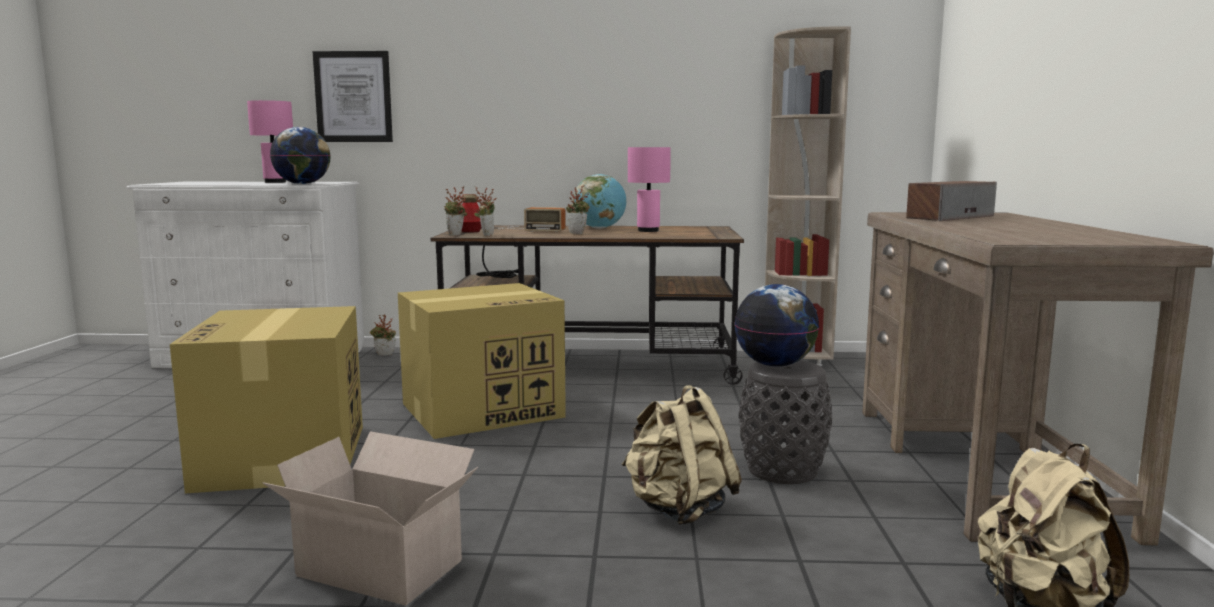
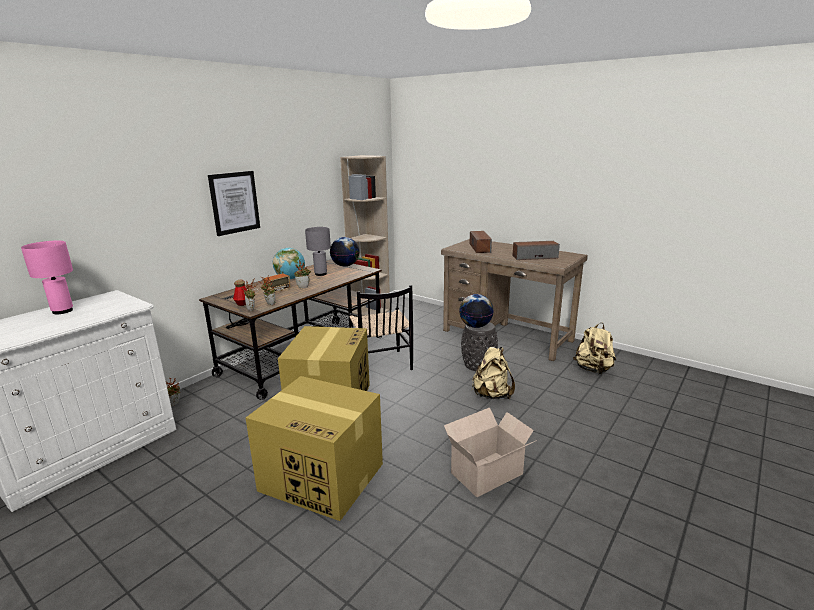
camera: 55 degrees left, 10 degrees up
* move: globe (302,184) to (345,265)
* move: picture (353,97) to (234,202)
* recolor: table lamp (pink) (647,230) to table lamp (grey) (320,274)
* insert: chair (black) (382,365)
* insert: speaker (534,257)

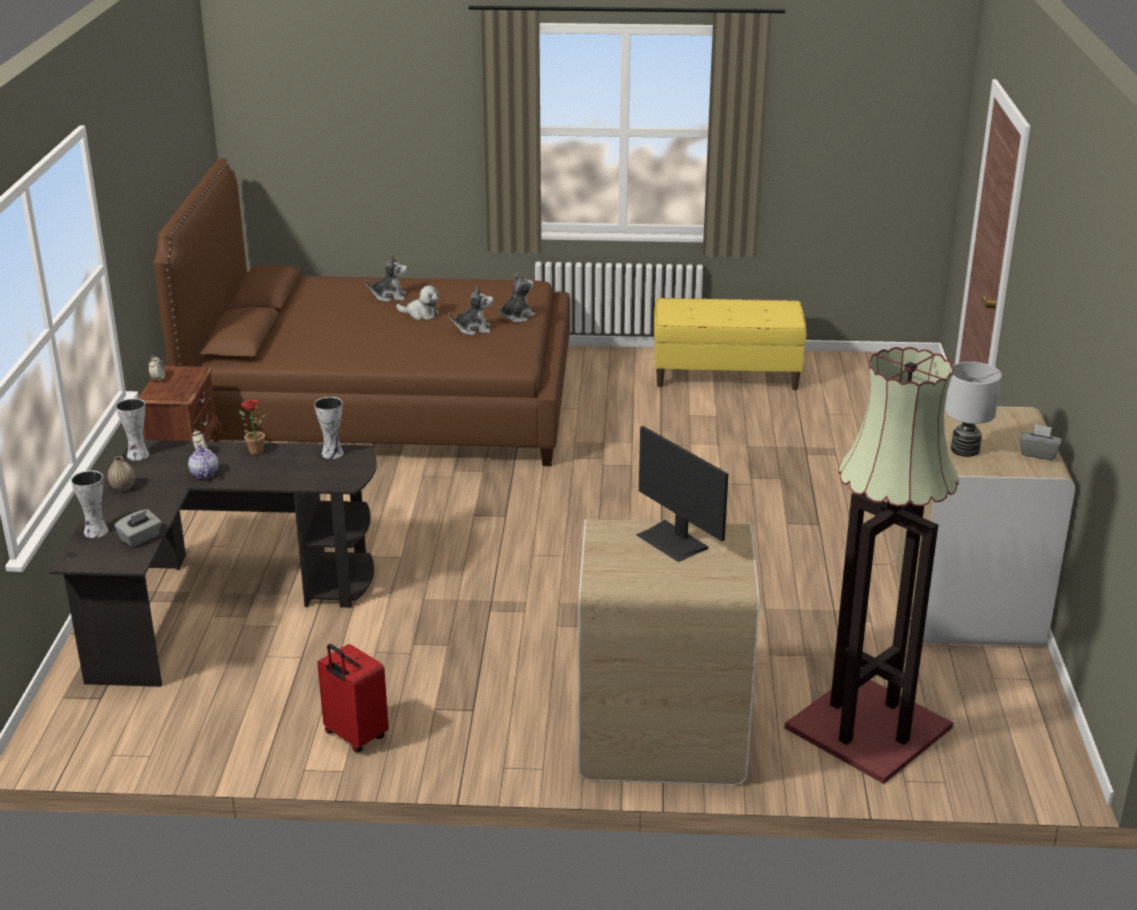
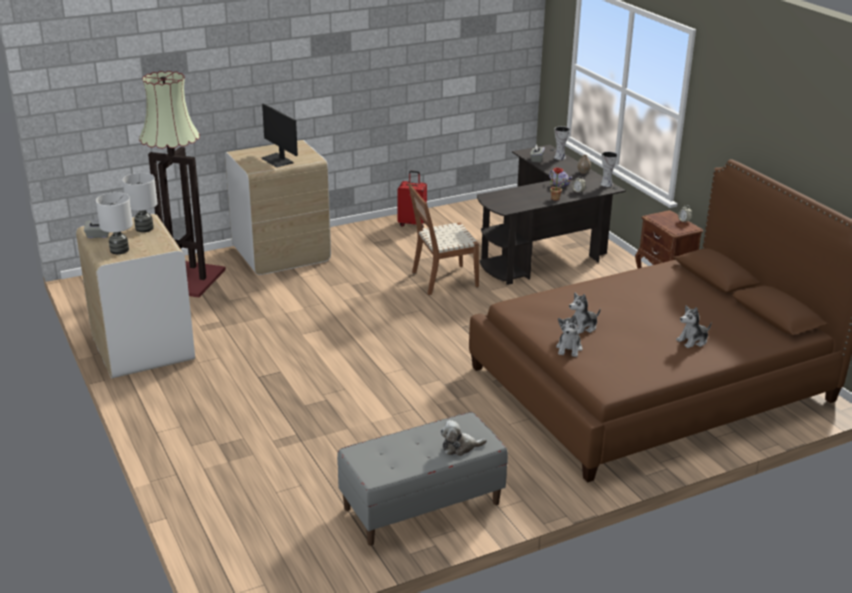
camera: 150 degrees right, 0 degrees up
* delete: vase (333,453)
* move: plush toy (420,314) to (460,447)
* rotate: monitor (673,541) = (277,160) 150 degrees counterclockwise
* recolor: bench (yellow) (726,375) to bench (grey) (422,506)
* insert: table lamp (grey) (119,250)
* insert: chair (441,280)

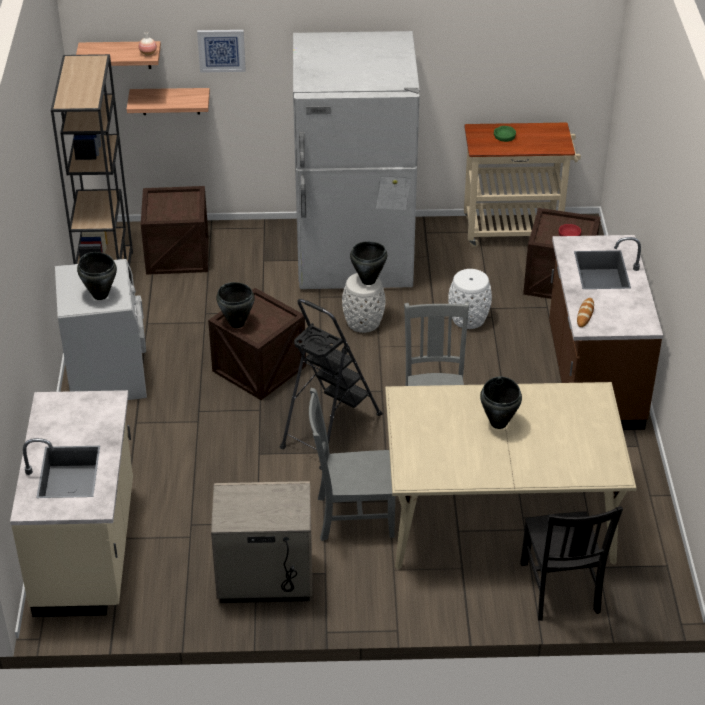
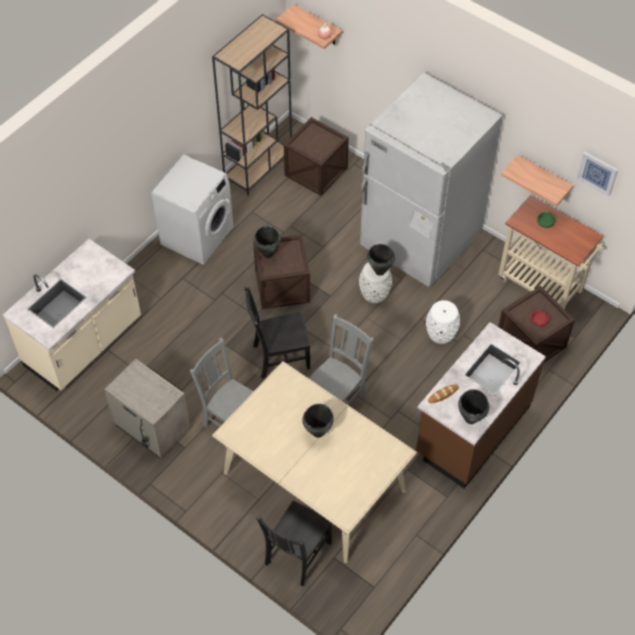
camera: 40 degrees right, 15 degrees up
* move: cooking pot (black) (100,295) to (471,418)
* move: shelf (170,101) to (543,177)
* move: picture (221,50) to (597,173)
* replace: step ladder (330,431) to chair (black) (279,357)

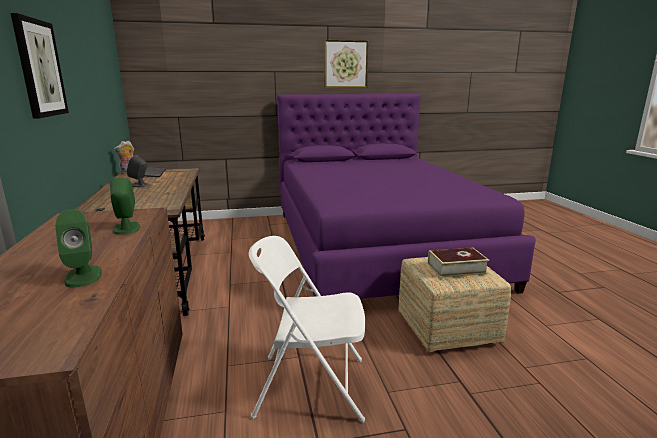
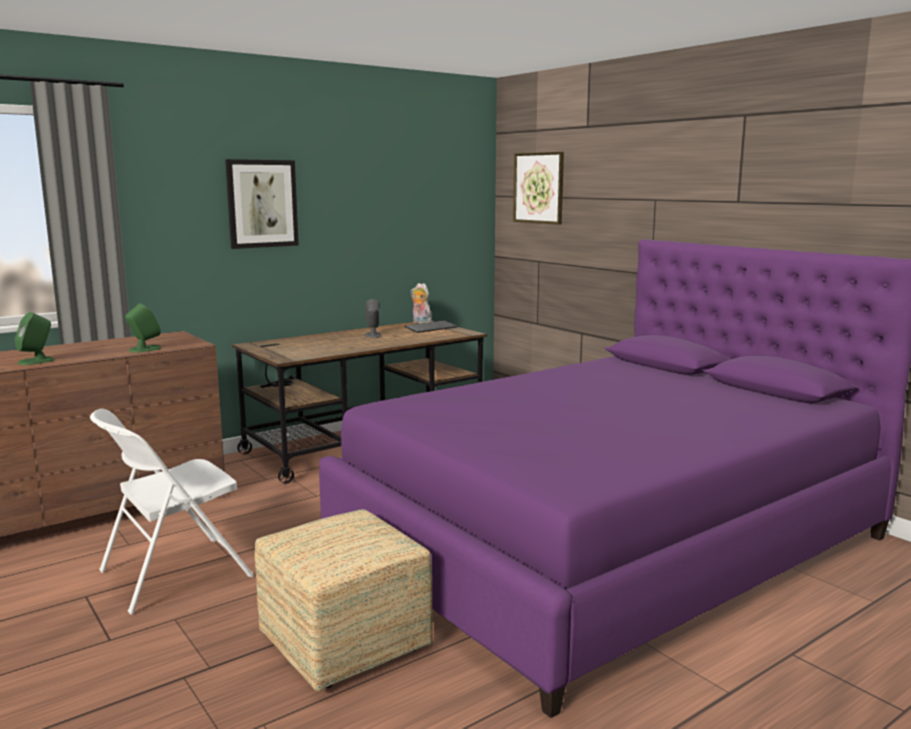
camera: 65 degrees right, 5 degrees down
* rotate: chair (white) (311,386) = (175,573) 105 degrees counterclockwise
* move: picture (345,64) to (538,188)
* delete: book (456,268)

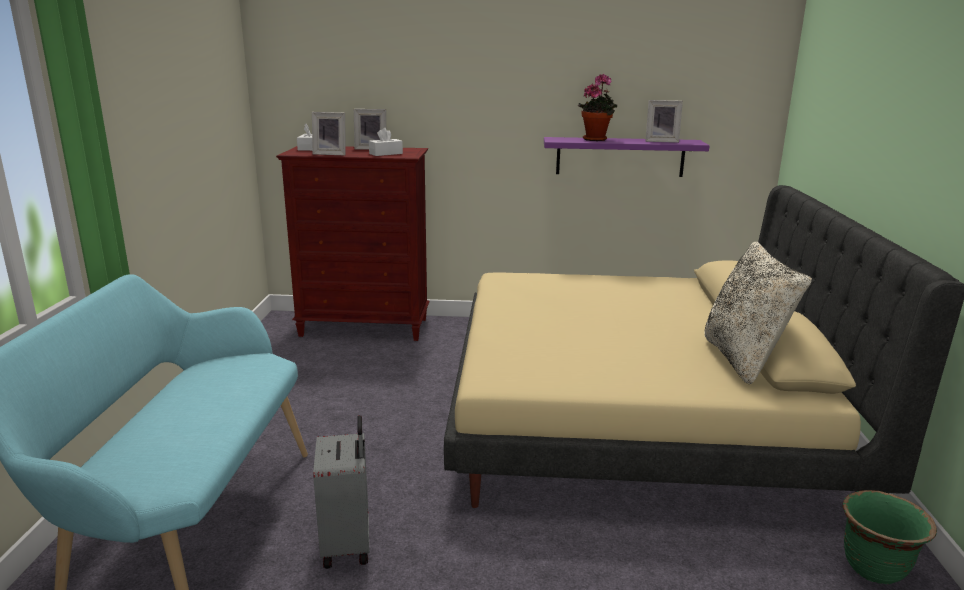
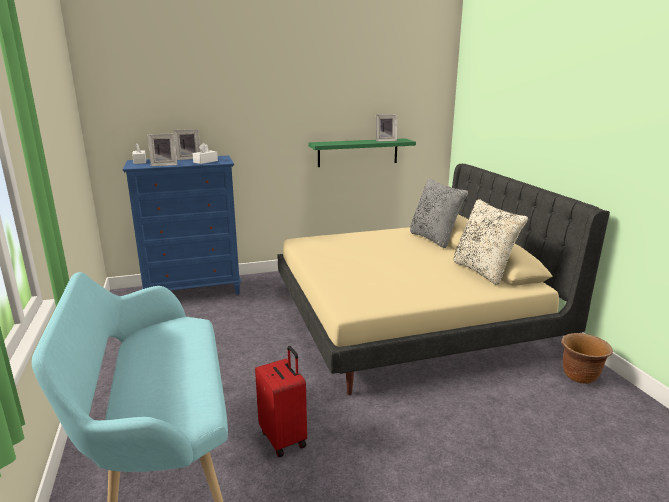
camera: 20 degrees left, 0 degrees up
* recolor: dresser (red) (365,327) to dresser (blue) (194,291)
* recolor: suitcase (grey) (348,545) to suitcase (red) (284,438)
* recolor: shelf (purple) (620,157) to shelf (green) (358,152)
* delete: potted plant (596,139)
* recolor: planter (green) (875,568) to planter (brown) (580,376)
* insert: pillow (grey) (434,240)

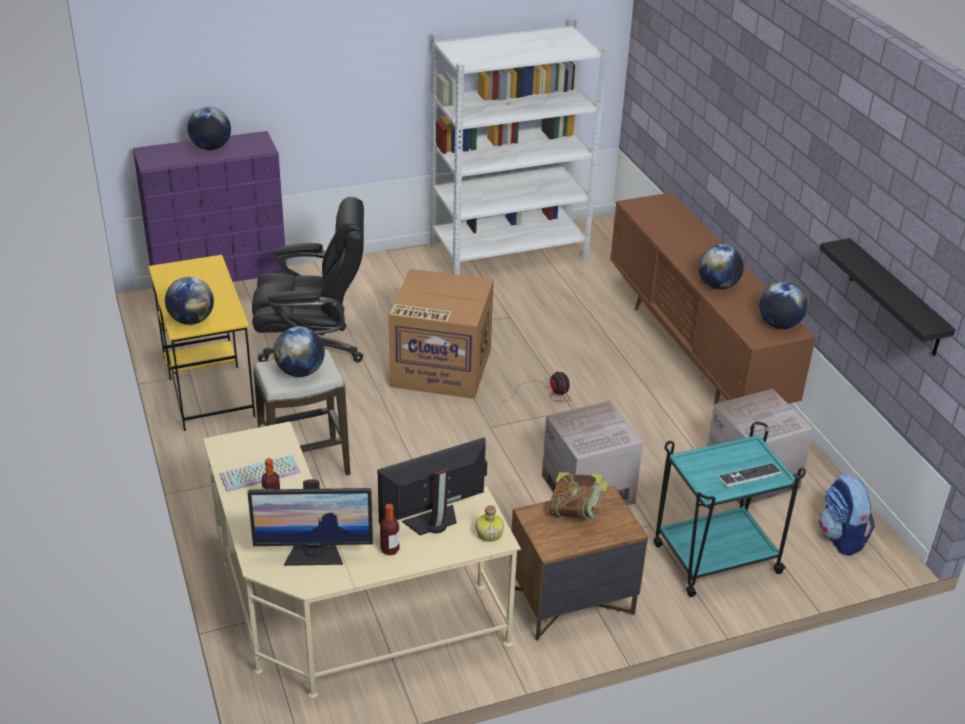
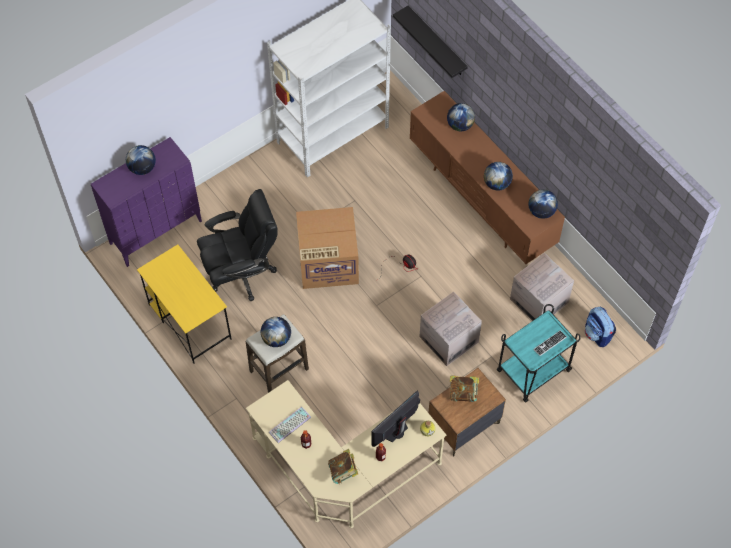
camera: 15 degrees left, 25 degrees up
* move: globe (191,320) to (460,125)
* replace: monitor (314,554) to book (343,472)
* move: shelf (black) (895,298) to (437,42)

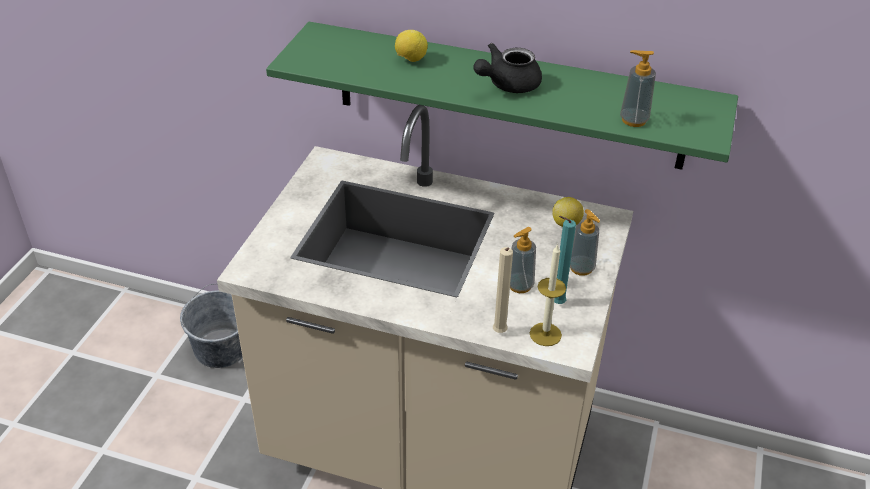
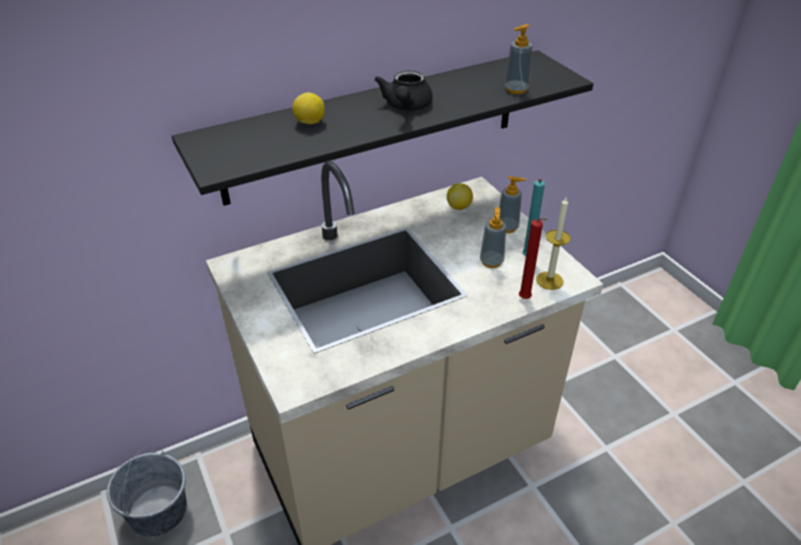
camera: 45 degrees left, 0 degrees up
* recolor: shelf (green) (509,96) to shelf (black) (375,126)
* recolor: candle (beige) (499,333) to candle (red) (525,300)

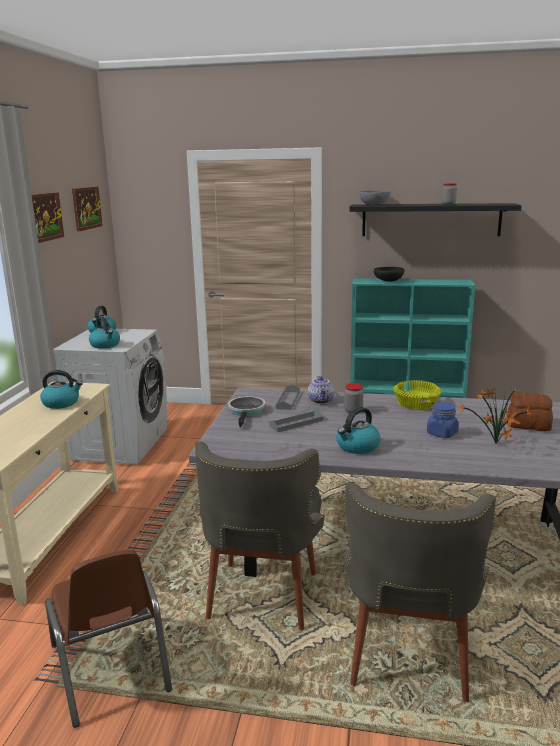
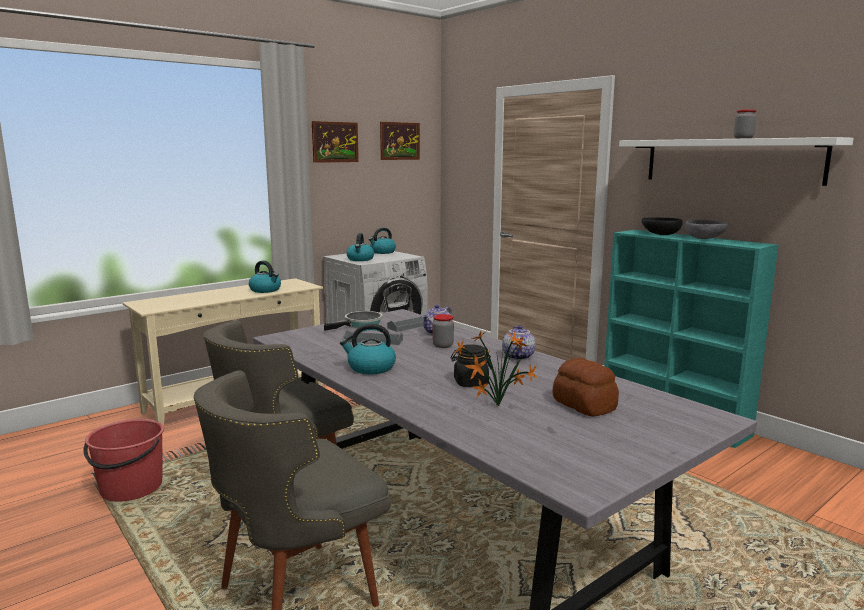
camera: 40 degrees right, 5 degrees down
* replace: chair (brown) (110,667) to bucket (red) (131,488)
* recolor: shelf (black) (430,220) to shelf (white) (731,161)
* move: bowl (grey) (375,204) to (705,239)
* replace: bowl (yellow) (416,403) to teapot (517,356)
* recolor: jar (blue) (442,433) to jar (black) (470,383)

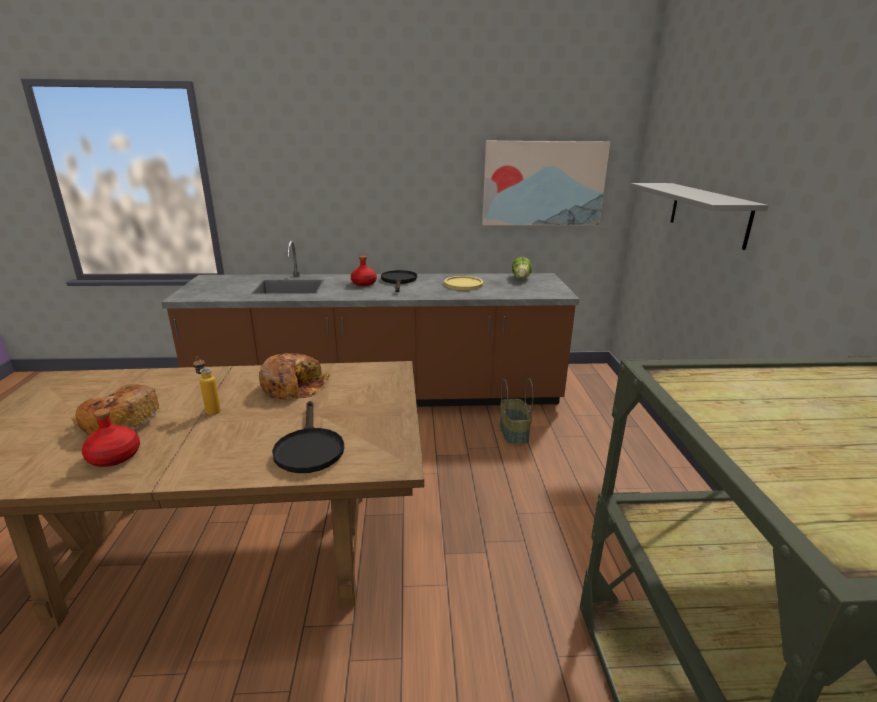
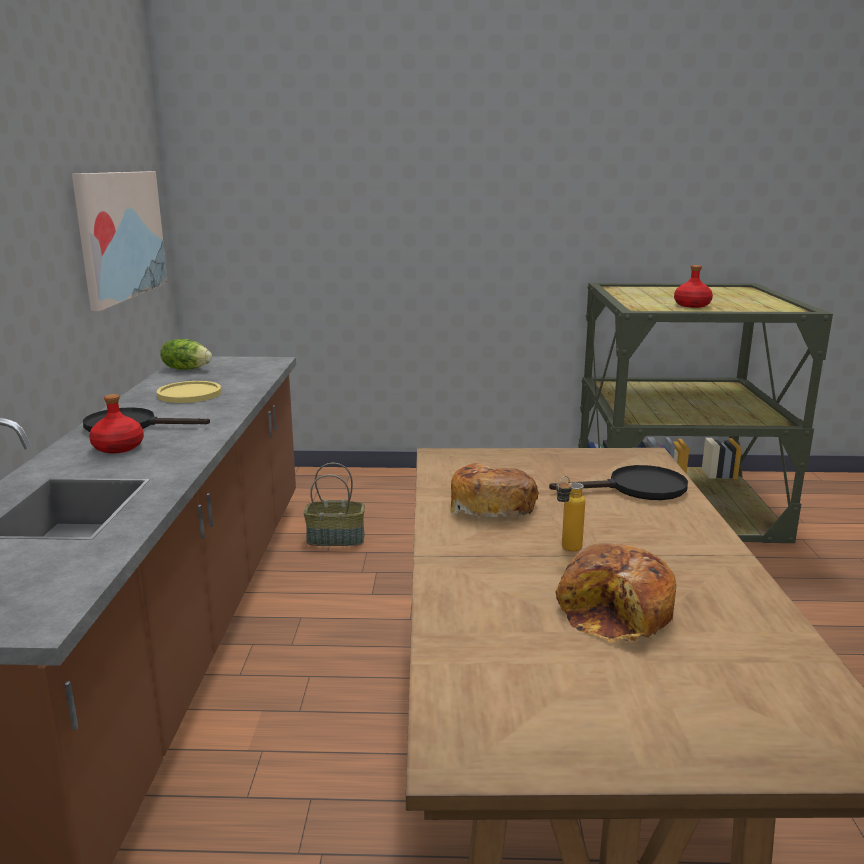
camera: 85 degrees left, 5 degrees down
* move: bottle (red) (115,456) to (691,305)
* delete: shelf (grey) (708,213)

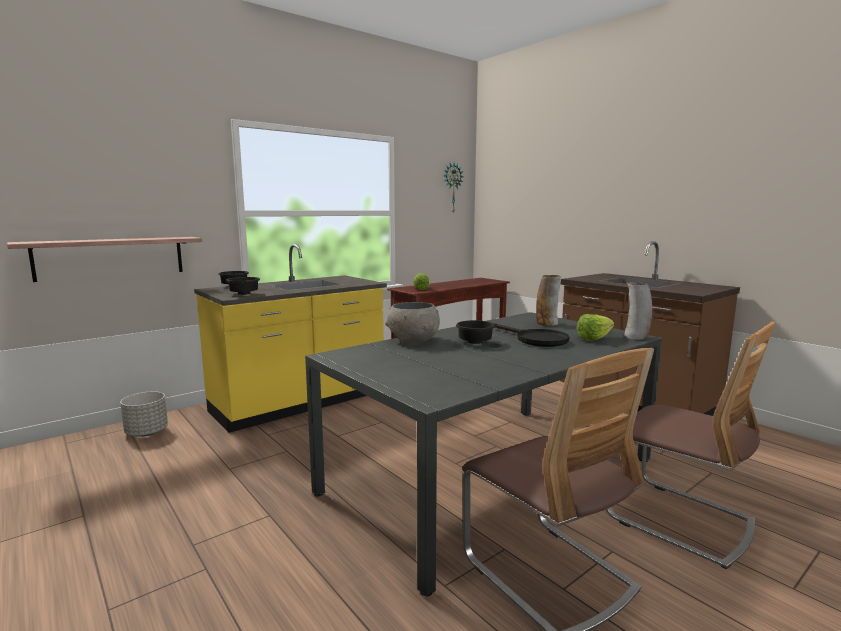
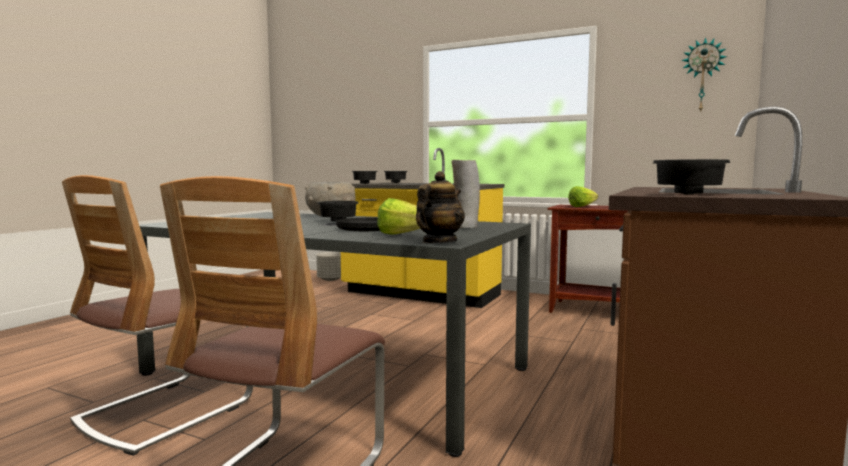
camera: 65 degrees right, 5 degrees down
* delete: shelf (111,258)
* replace: vase (636,337) to teapot (439,242)
* insert: bowl (black) (690,194)

